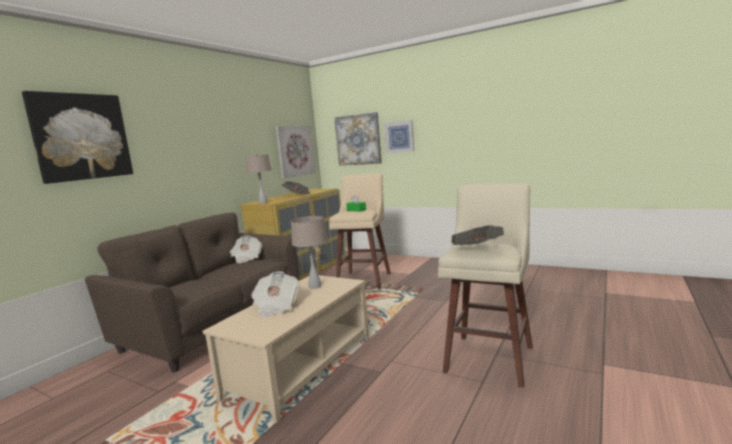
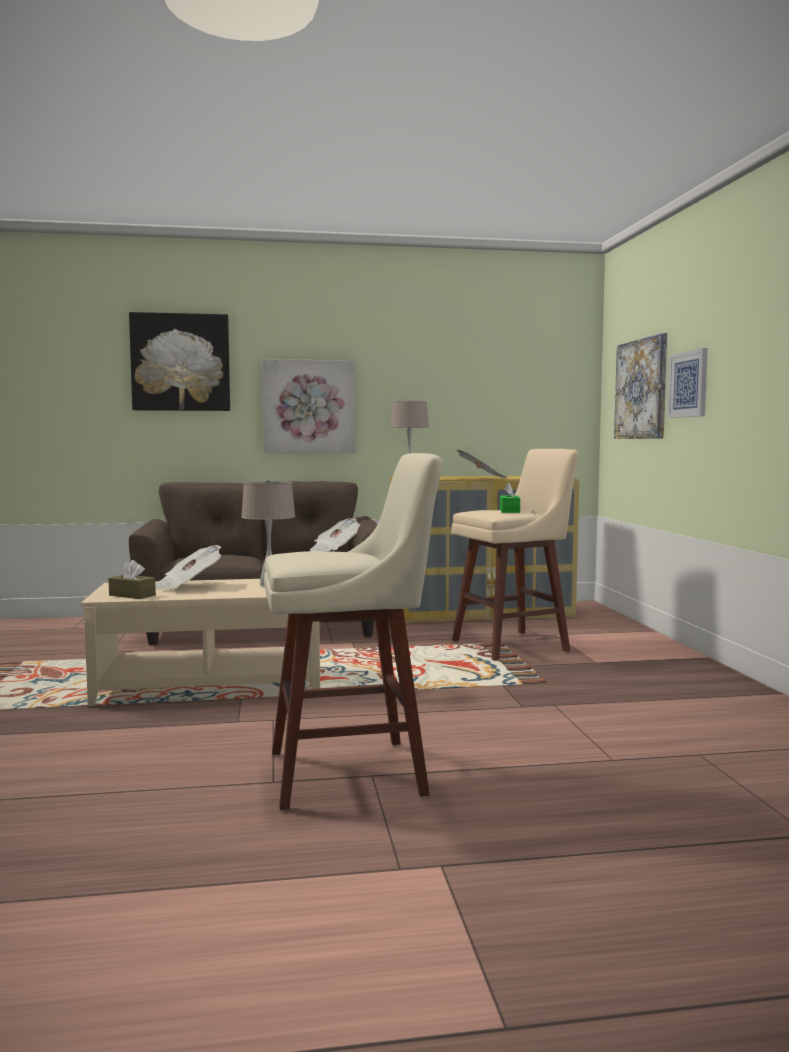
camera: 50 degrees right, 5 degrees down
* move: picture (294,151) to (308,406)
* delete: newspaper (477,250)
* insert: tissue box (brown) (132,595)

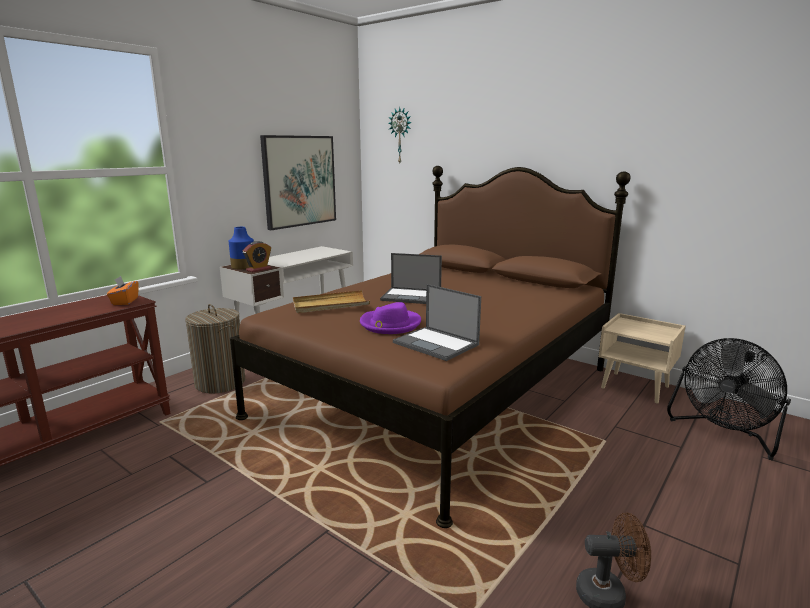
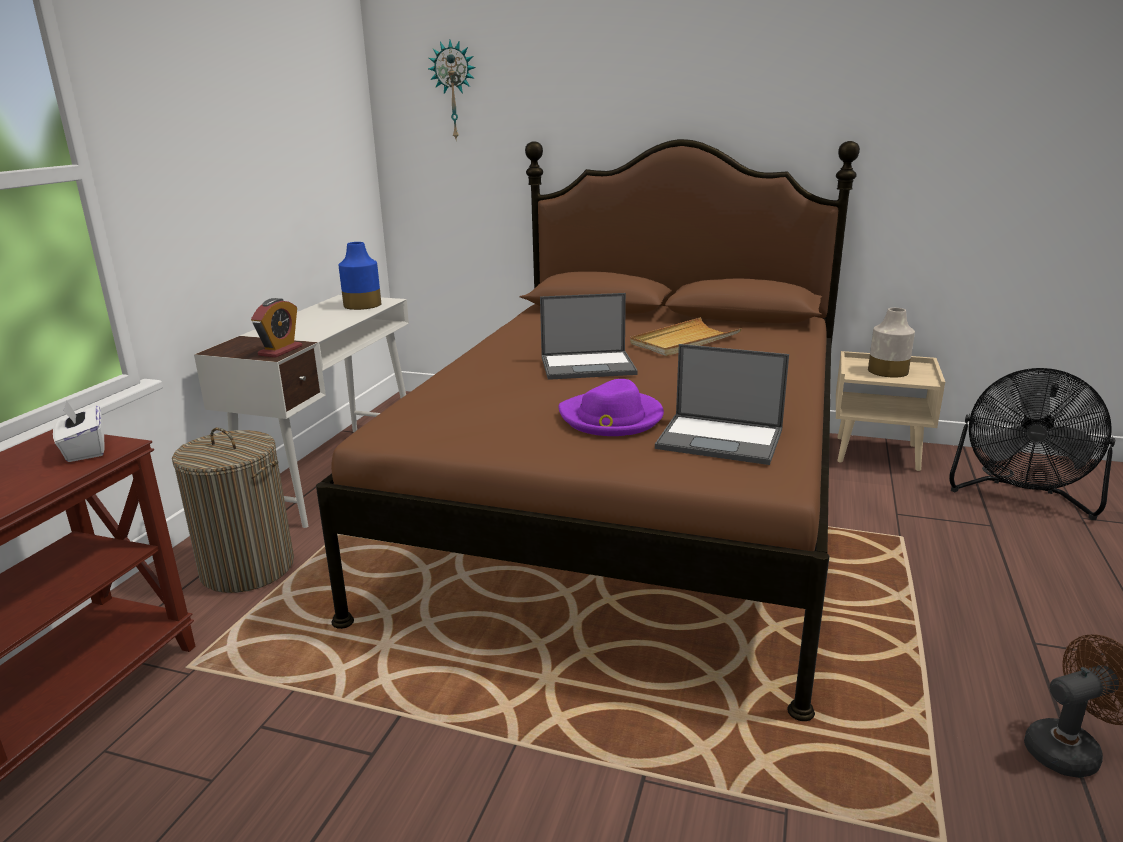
camera: 20 degrees left, 5 degrees up
* recolor: tissue box (orange) (124,301) to tissue box (white) (84,450)
* move: vase (blue) (243,266) to (362,305)
* delete: picture (299,181)
* move: tray (beige) (330,305) to (684,341)
* insert: vase (beige) (887,371)

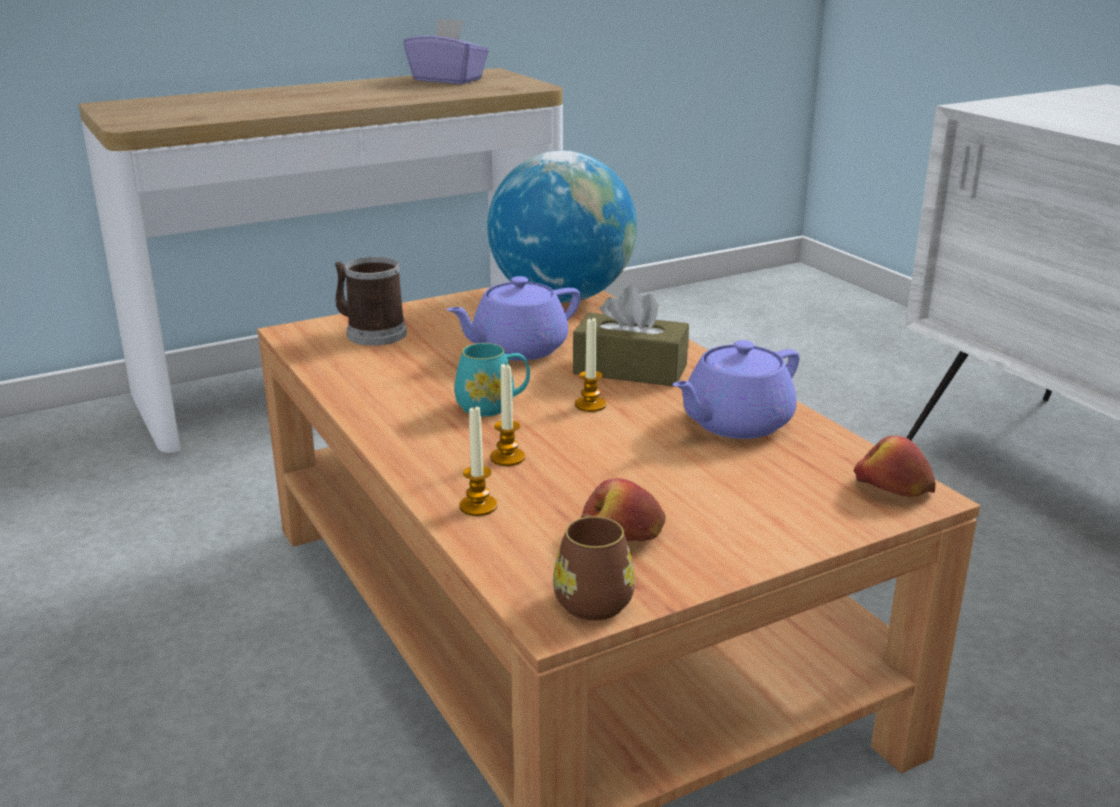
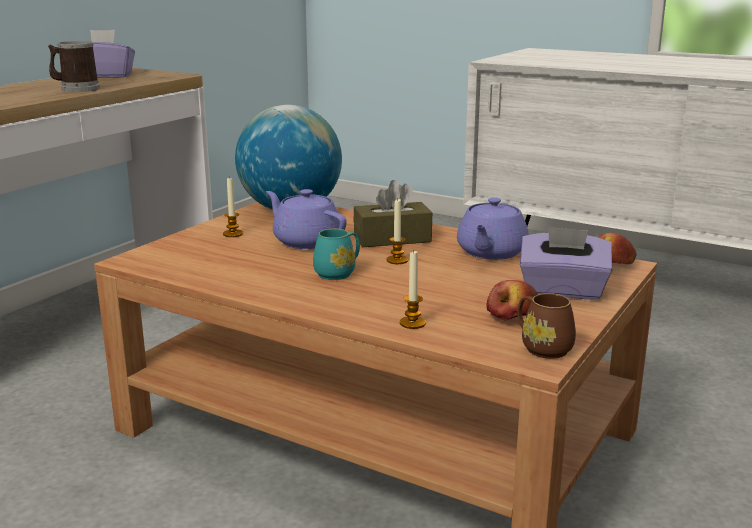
camera: 30 degrees left, 5 degrees down
* move: mug (370,333) to (76,89)
* rotate: teapot (purple) (517,349) = (306,241) 105 degrees clockwise
* move: candle (507,458) to (233,234)
* insert: tissue box (purple) (562,290)

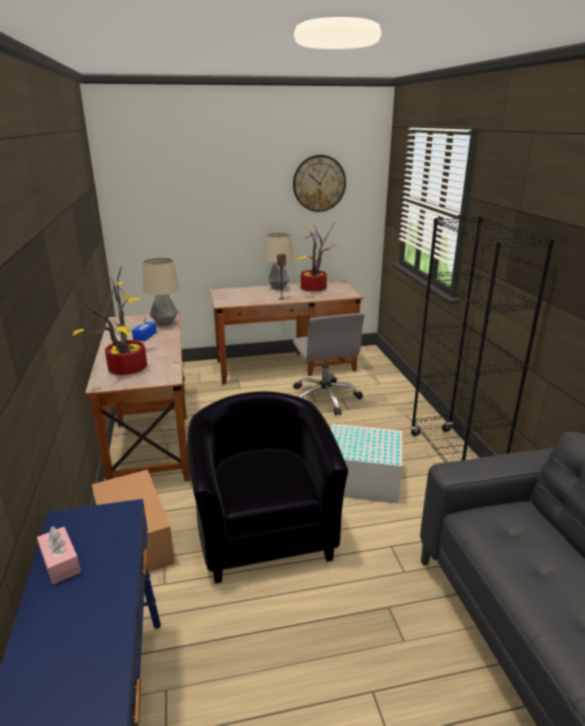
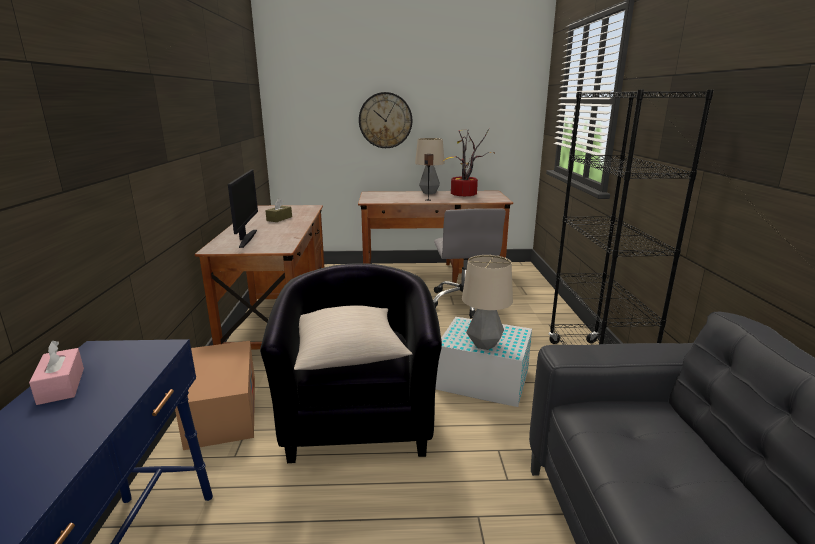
camera: 10 degrees right, 5 degrees down
* replace: potted plant (126,367) to monitor (246,238)
* recolor: tissue box (blue) (145,336) to tissue box (brown) (279,219)
* move: table lamp (165,323) to (484,344)
* move: wall clock (319,183) to (385,120)
* insert: pillow (beige) (347,353)

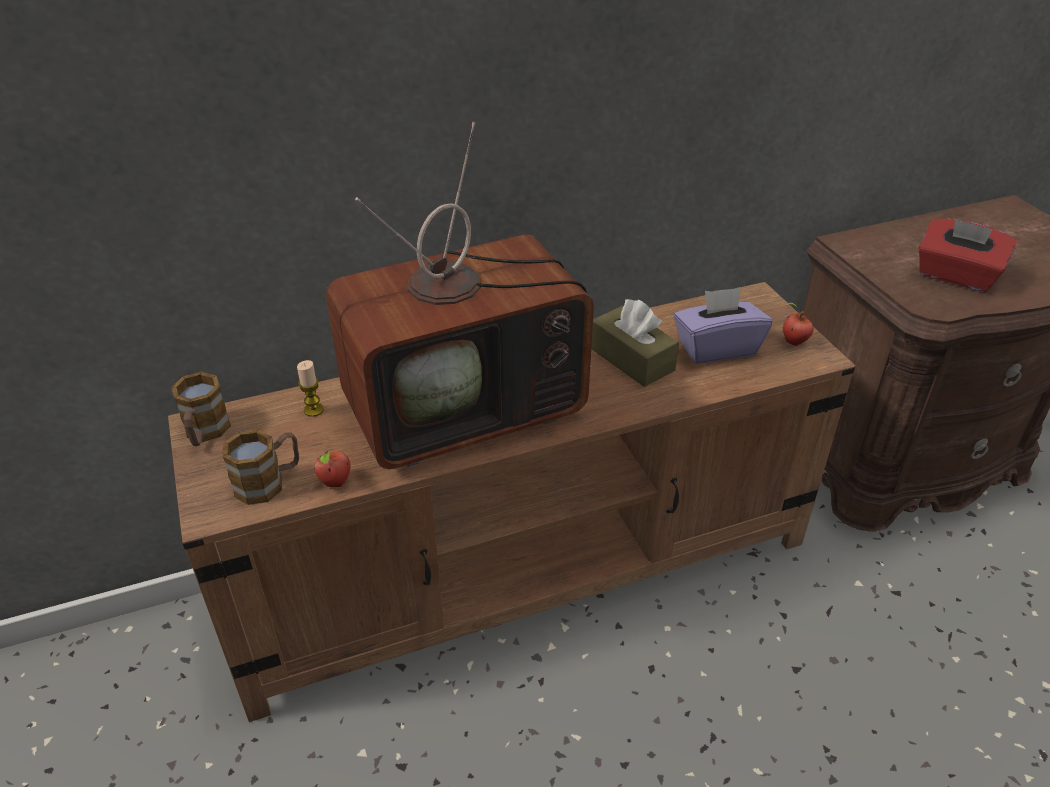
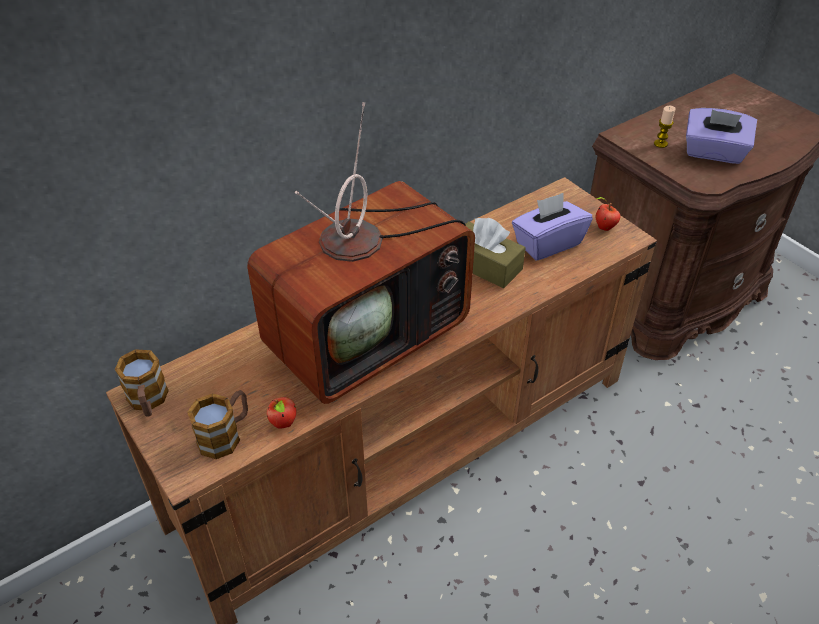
camera: 15 degrees left, 5 degrees up
* move: candle (313,410) to (660,144)
* recolor: tissue box (red) (955,276) to tissue box (purple) (713,153)

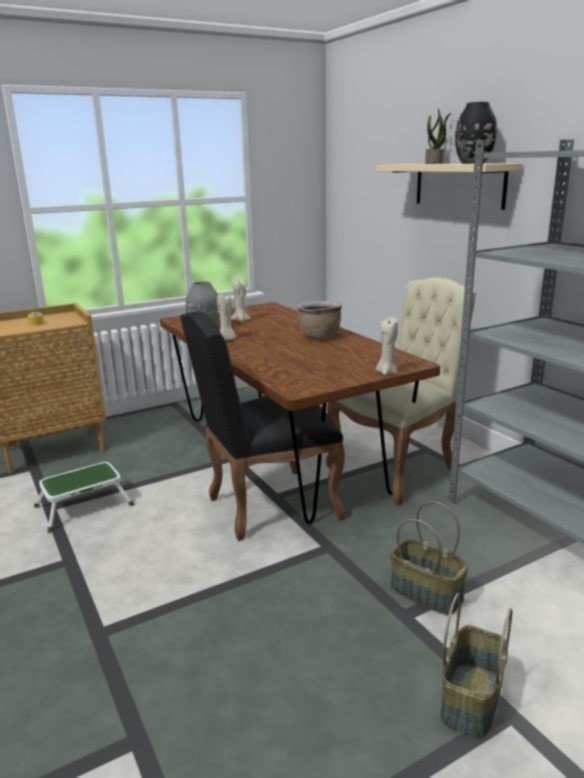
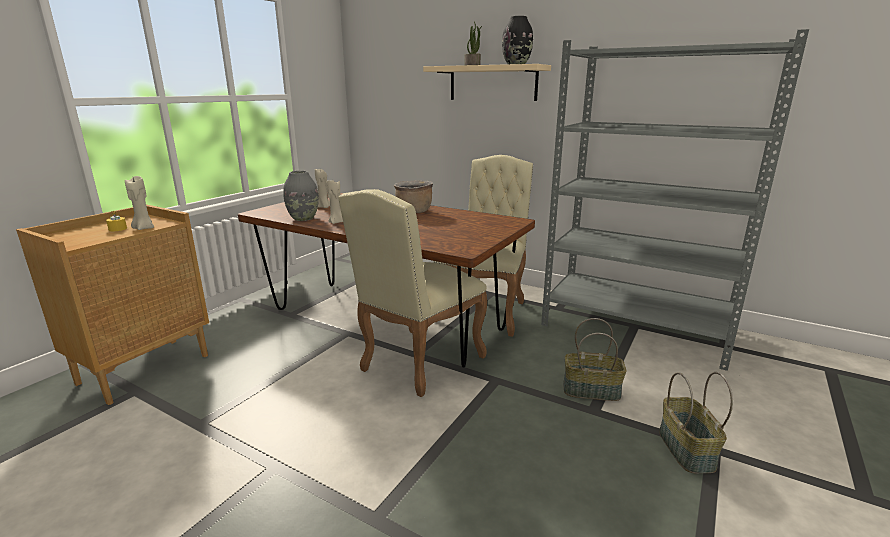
camera: 30 degrees left, 0 degrees up
* delete: step ladder (green) (84,506)
* recolor: chair (black) (269,506) to chair (beige) (418,363)
* move: candle (beige) (386,372) to (143,228)

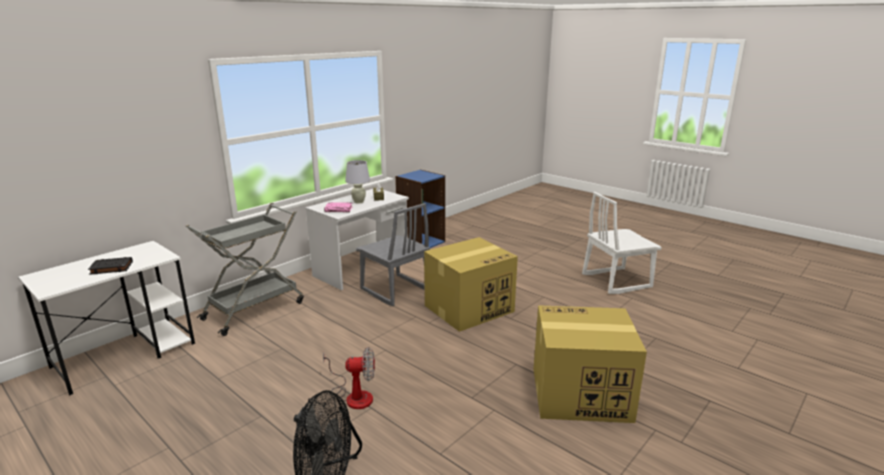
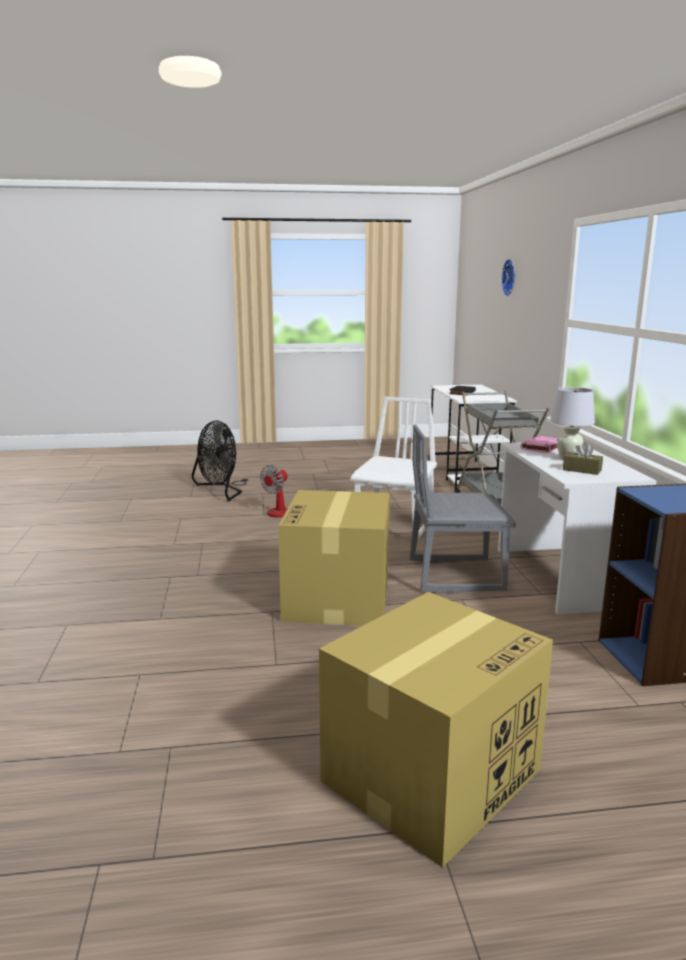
camera: 130 degrees right, 5 degrees down
* move: cardboard box (579,394) to (432,773)
* move: chair (white) (616,281) to (395,527)
* insert: wall clock (510,277)

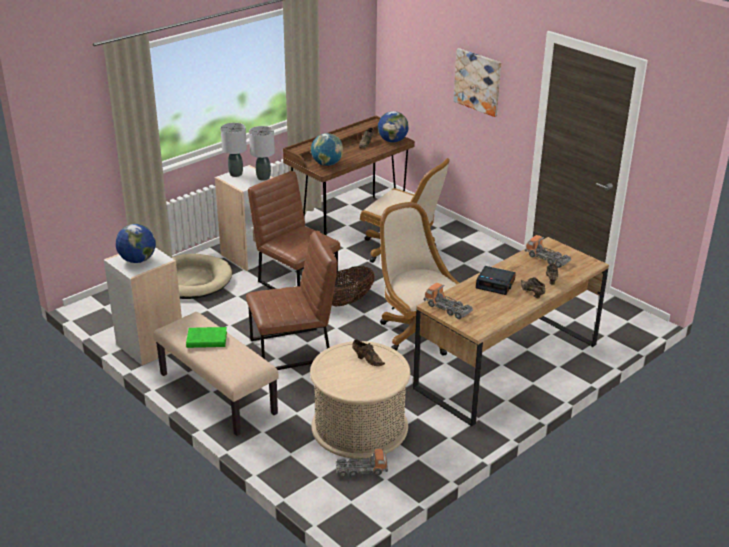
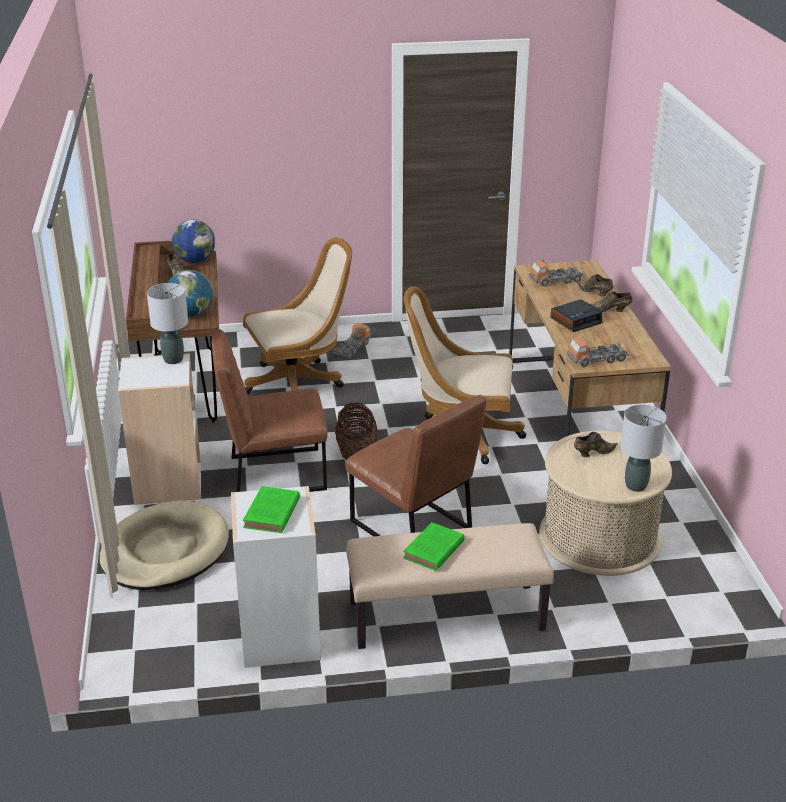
camera: 55 degrees left, 0 degrees up
* replace: globe (137,260) to book (green) (271,514)
* move: table lamp (grey) (235,174) to (636,486)
* rotate: chair (brown) (293,350) = (413,527) 120 degrees clockwise
* move: toy truck (361,470) to (352,348)
* delete: picture (478,81)

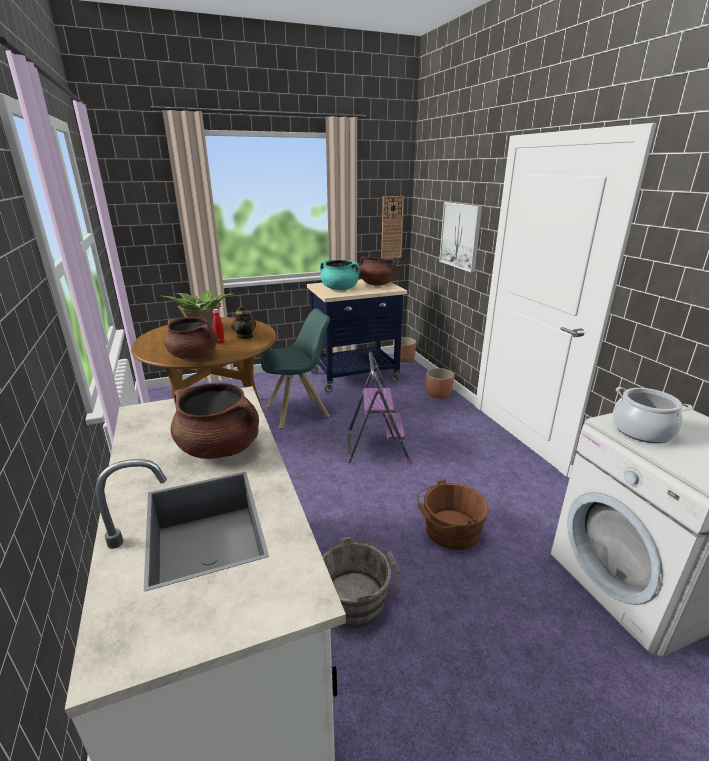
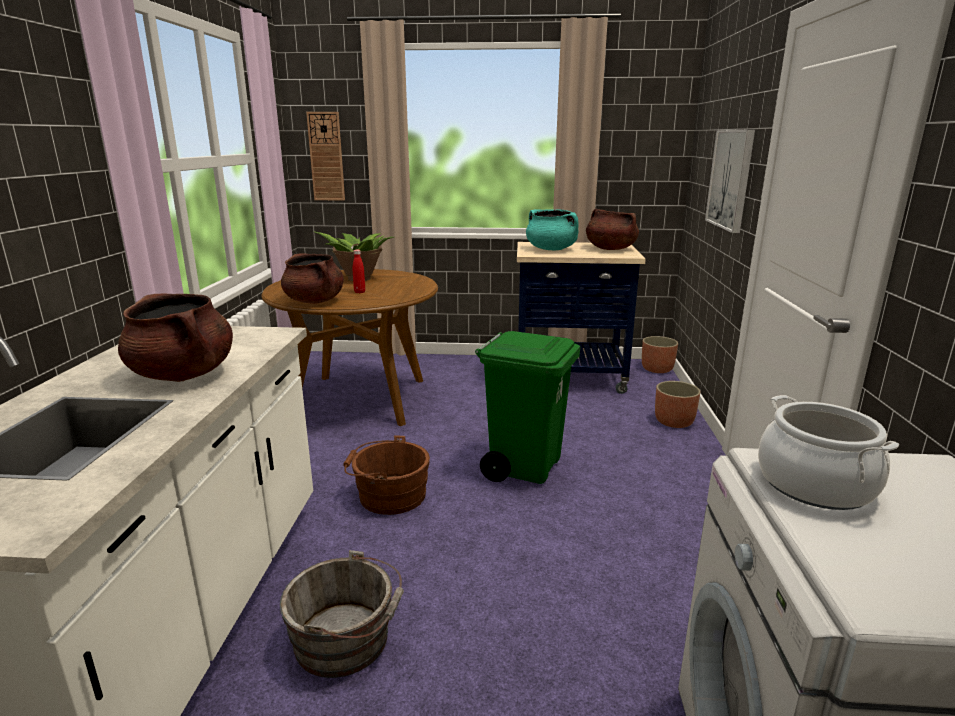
camera: 25 degrees right, 5 degrees down
* delete: teapot (245,336)
* delete: chair (turquoise) (298,411)
* replace: step ladder (purple) (375,446) to trash can (green) (524,466)
* move: wall clock (392,227) to (326,157)
* move: bucket (brown) (449,530) to (388,495)

